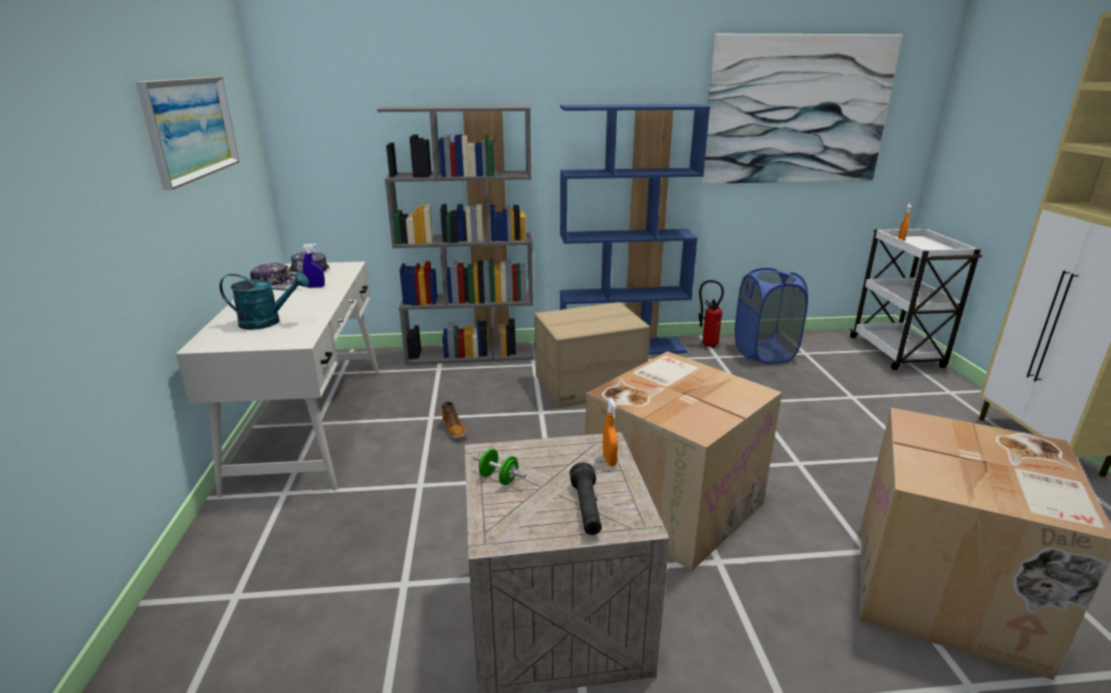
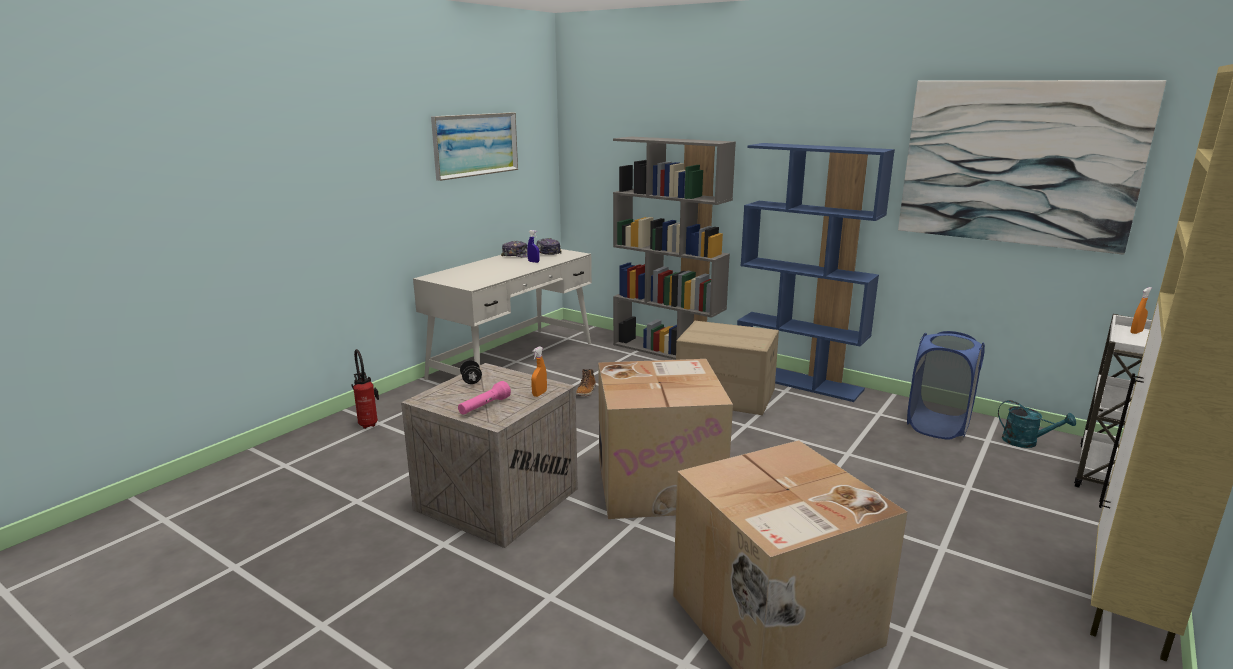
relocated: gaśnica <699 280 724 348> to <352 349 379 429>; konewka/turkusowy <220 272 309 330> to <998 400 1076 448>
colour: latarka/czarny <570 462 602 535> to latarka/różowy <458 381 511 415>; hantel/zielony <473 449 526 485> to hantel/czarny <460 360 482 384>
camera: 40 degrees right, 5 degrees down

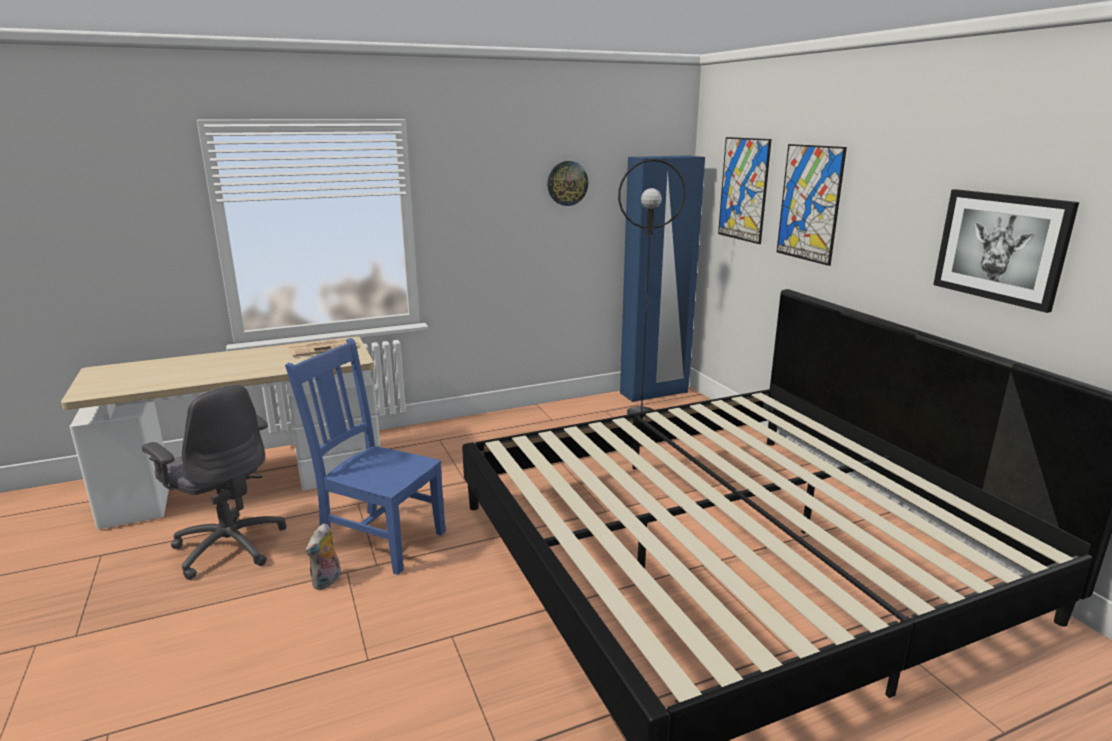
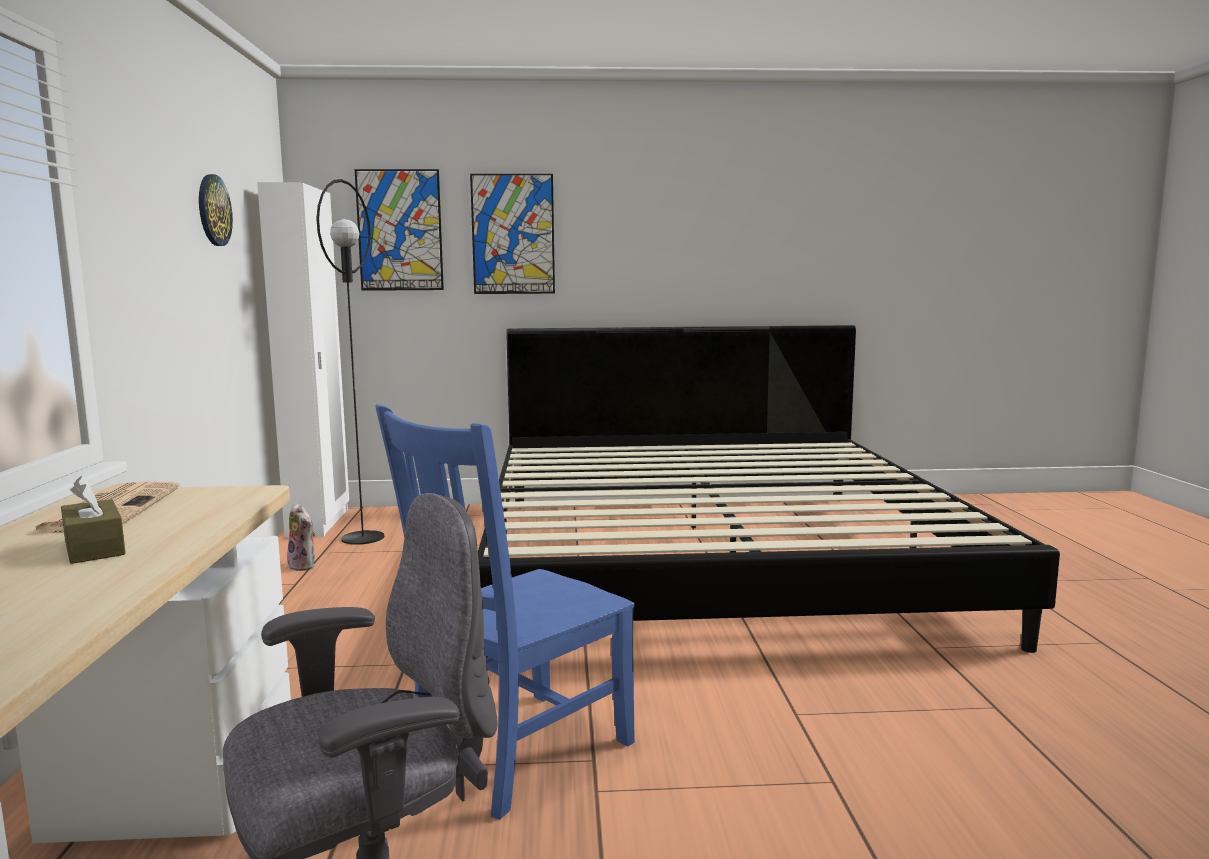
missing: obraz <933 189 1079 313>
appeared: pudełko chusteczek/brązowy <61 476 126 564>
relocated: pluszak <306 523 341 590> to <287 503 316 571>
colour: szafa/niebieski <620 155 705 402> to szafa/biały <257 182 349 538>
camera: 70 degrees left, 10 degrees down

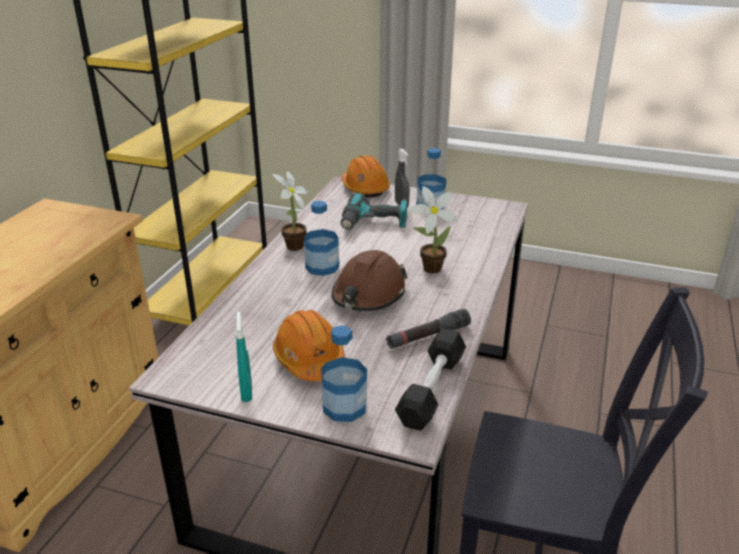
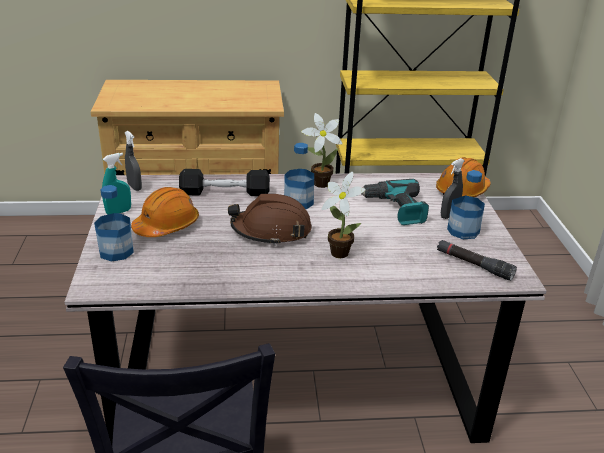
appeared: spryskiwacz/szary <125 131 142 191>
relocated: hantel/czarny <395 328 466 431> to <179 169 270 196>; latarka/czarny <386 309 471 349> to <437 240 517 281>
camera: 65 degrees right, 0 degrees up

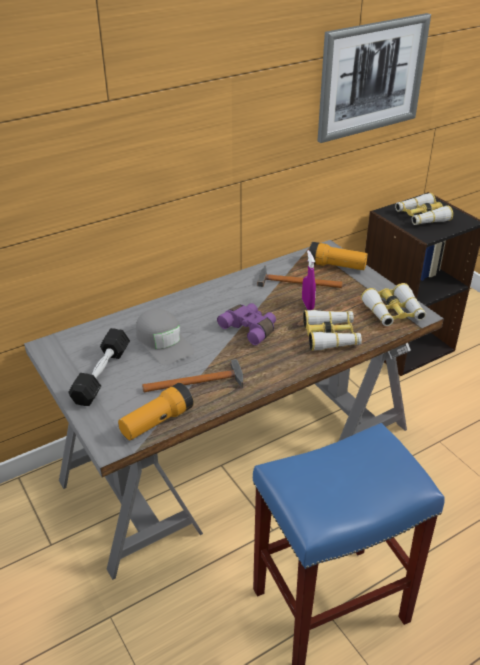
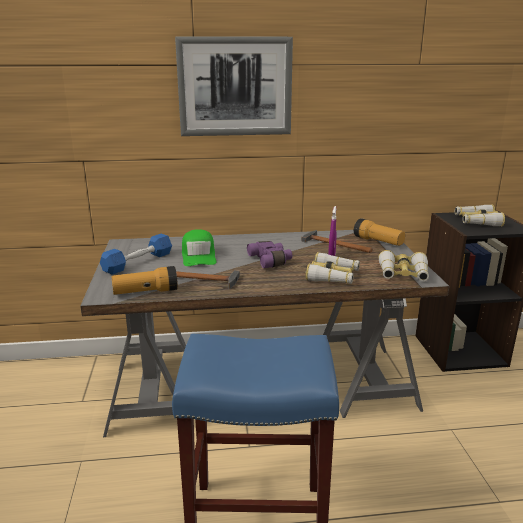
relocated: obraz <318 13 431 143> to <175 36 293 136>
colour: hantel/czarny <68 328 130 406> to hantel/niebieski <100 234 172 275>; czapka z daszkiem/szary <136 309 195 365> to czapka z daszkiem/zielony <182 229 216 266>
camera: 25 degrees right, 15 degrees down

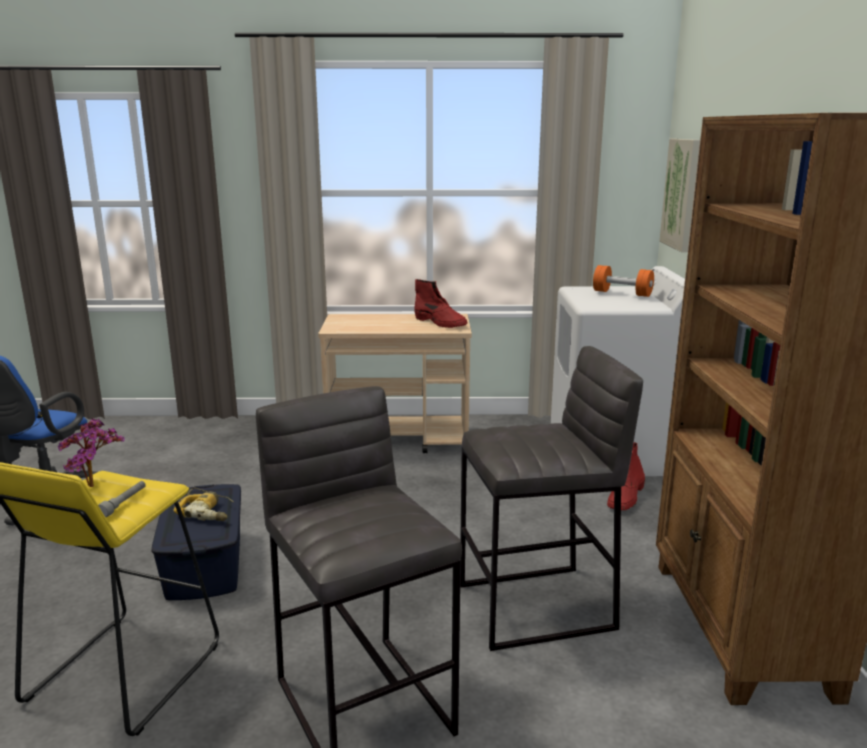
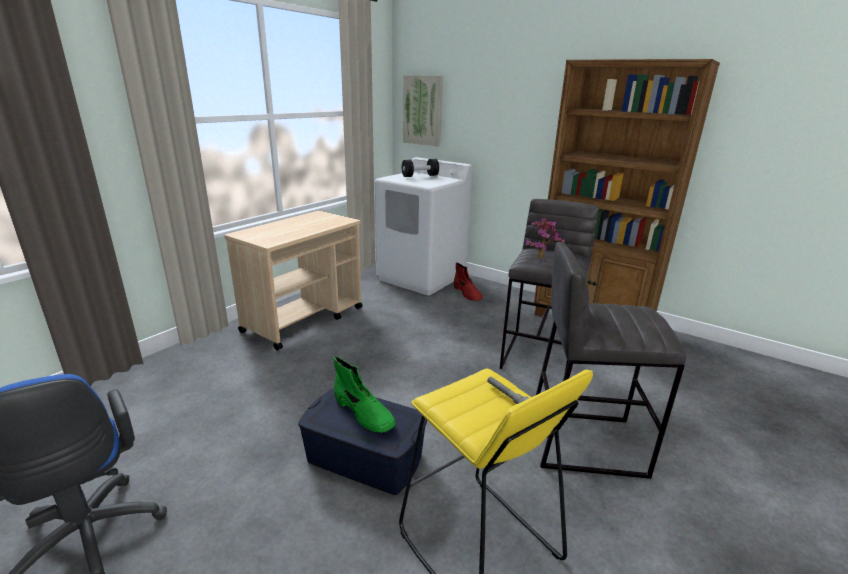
missing: but z cholewką/czerwony <414 279 468 328>
relocated: roślina doniczkowa <58 418 125 487> to <525 218 565 259>
exchanged: wiertarka <173 487 234 521> to but z cholewką/zielony <334 356 396 433>
colour: hantel/pomarańczowy <593 265 654 297> to hantel/czarny <402 159 439 177>
camera: 55 degrees left, 5 degrees up

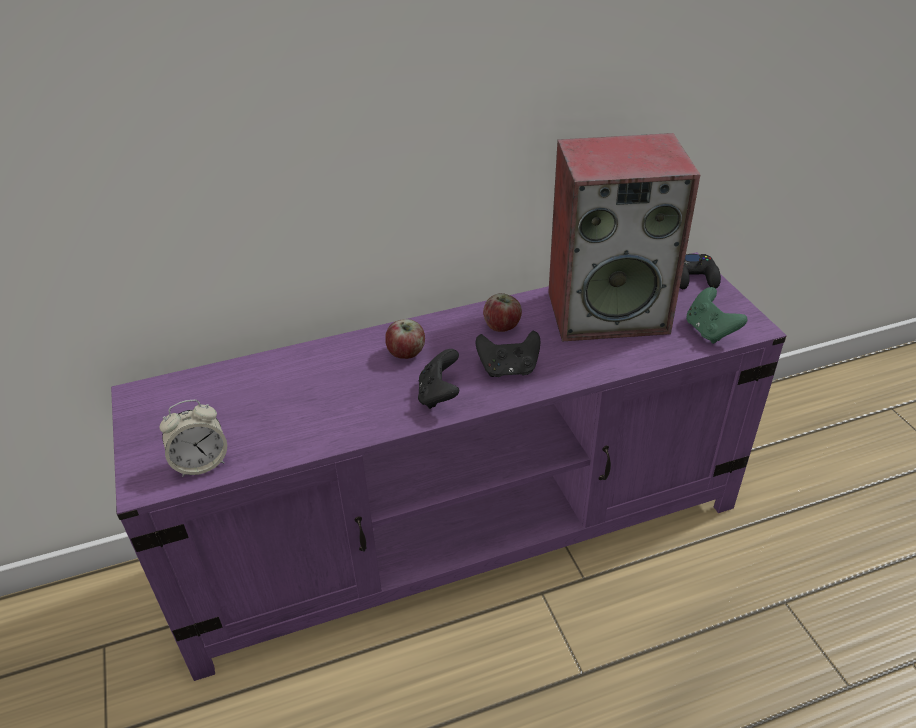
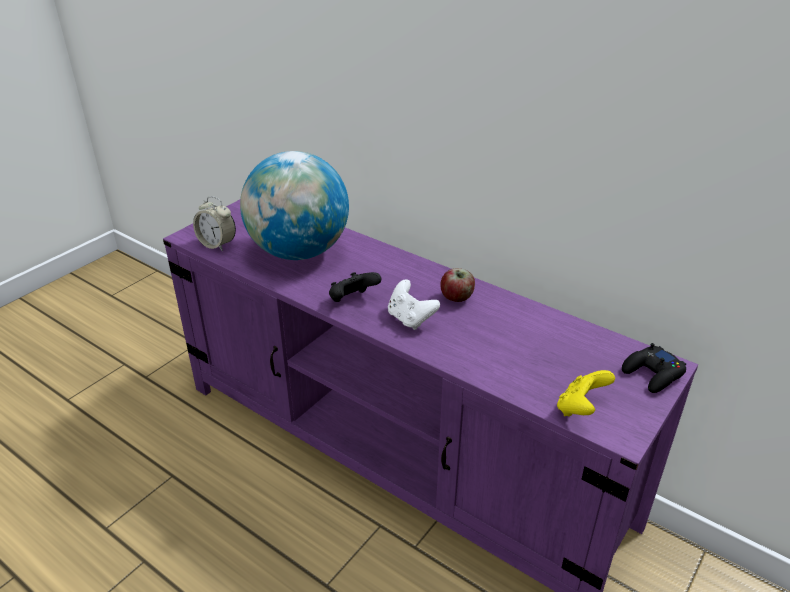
missing: jabłko <385 319 425 359>; głośnik <548 133 700 342>
appeared: globus <240 151 349 260>
colour: pad do gier/czarny <476 331 540 377> to pad do gier/biały <388 279 440 330>; pad do gier/zielony <686 287 748 344> to pad do gier/żółty <557 370 615 416>
camera: 55 degrees right, 5 degrees down

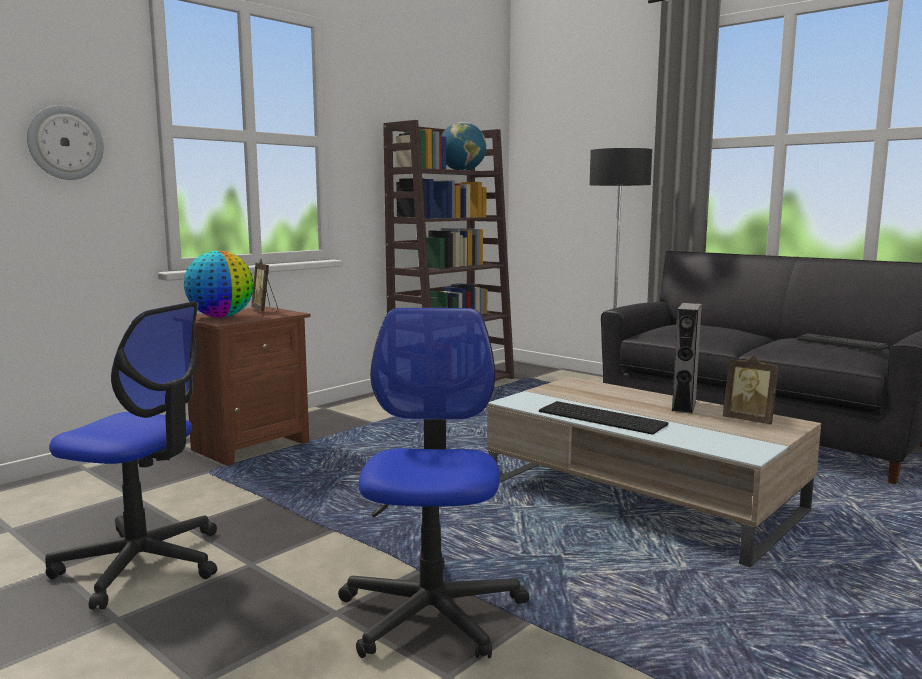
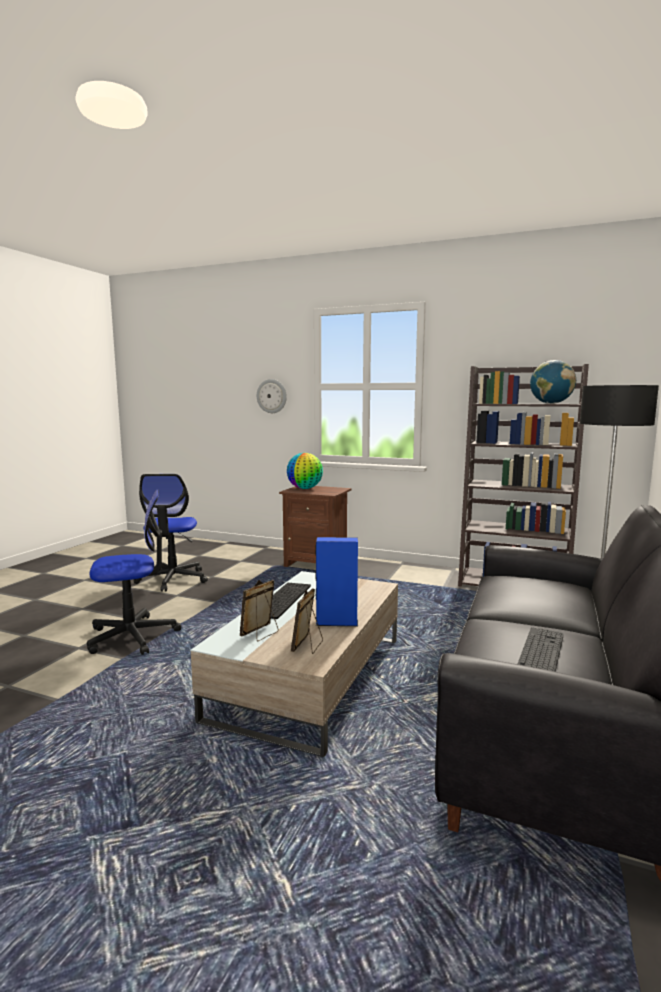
relocated: ramka na zdjęcie <251 259 279 312> to <240 580 279 641>
colour: głośnik/szary <672 303 702 413> to głośnik/niebieski <315 537 358 626>
camera: 70 degrees right, 0 degrees up

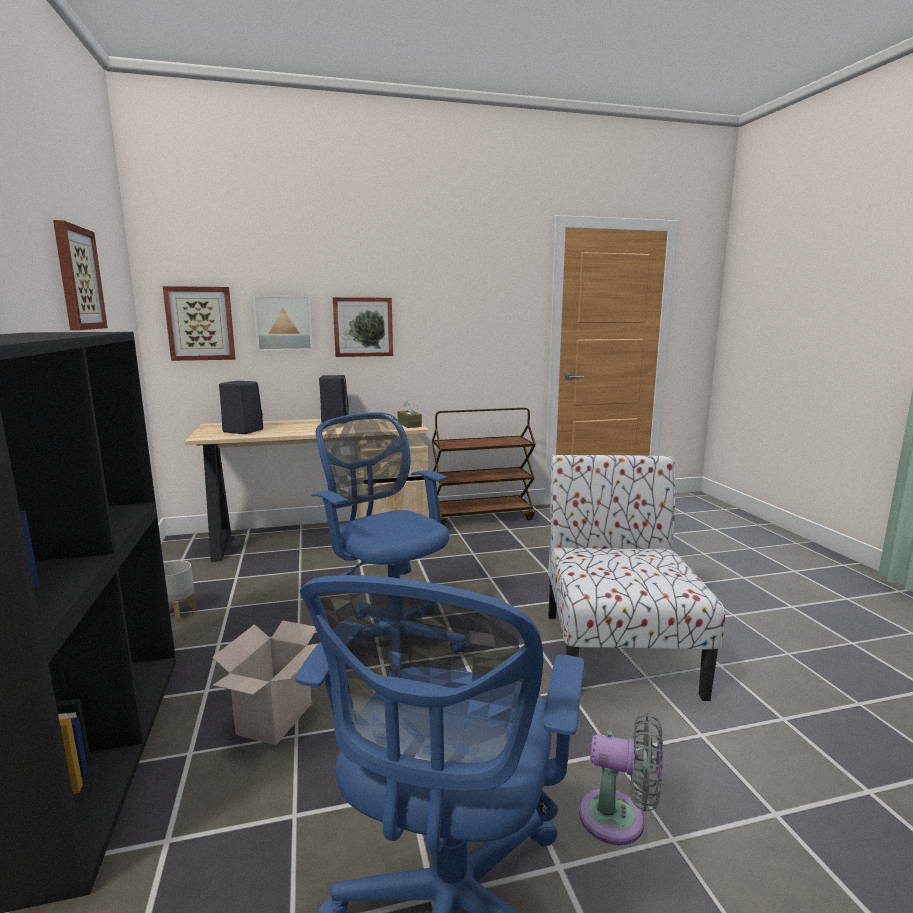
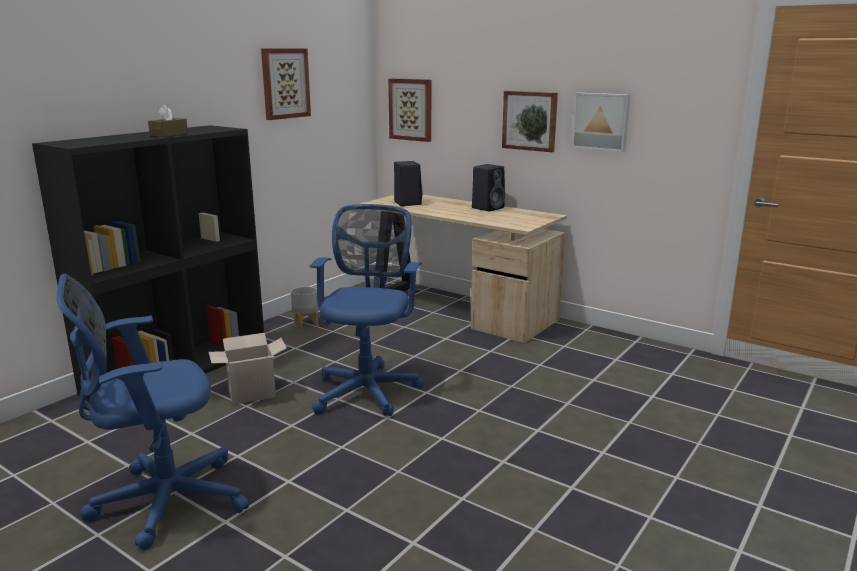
missing: wózek/brązowy <432 408 536 525>; krzesło <548 455 725 701>; wentylator/szary <579 712 663 845>
relocated: pudełko chusteczek/brązowy <397 401 422 428> to <148 105 188 137>; obraz <253 295 313 351> to <572 93 630 152>
camera: 50 degrees right, 5 degrees up

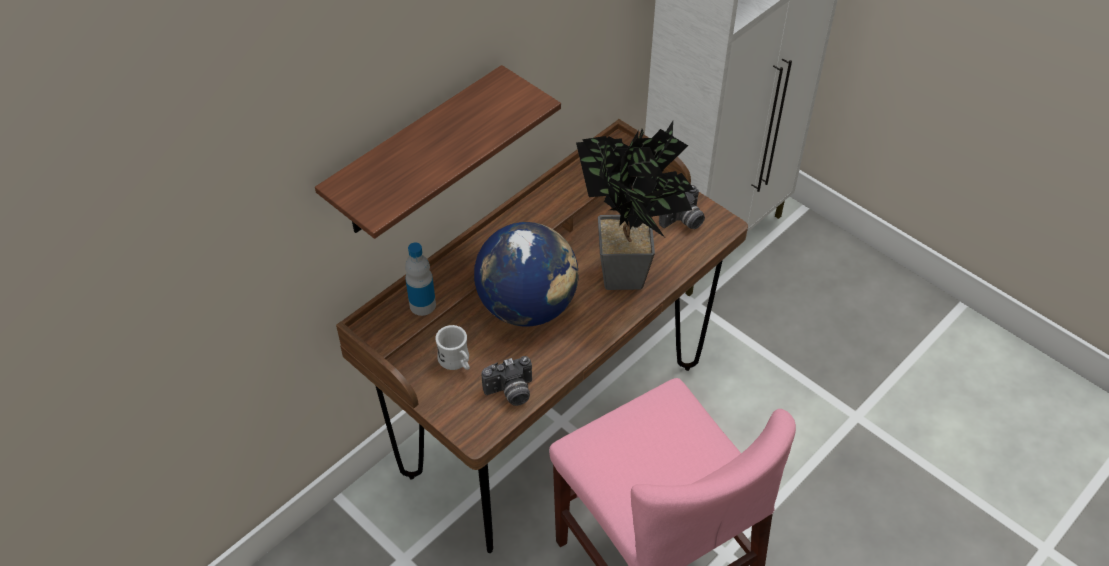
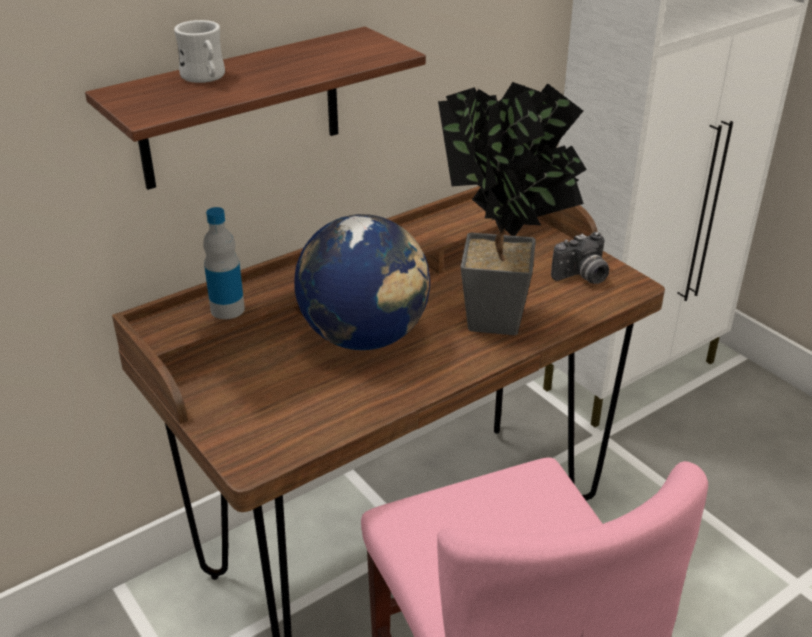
missing: aparat fotograficzny <481 356 532 406>
relocated: kubek/biały <435 325 470 370> to <174 20 225 83>
camera: 10 degrees right, 15 degrees down

